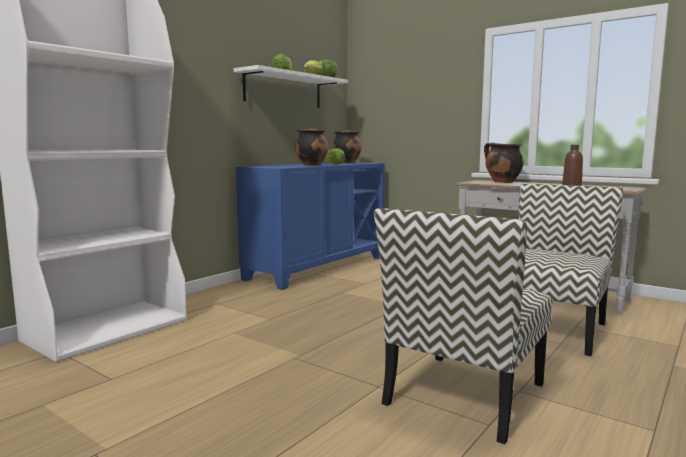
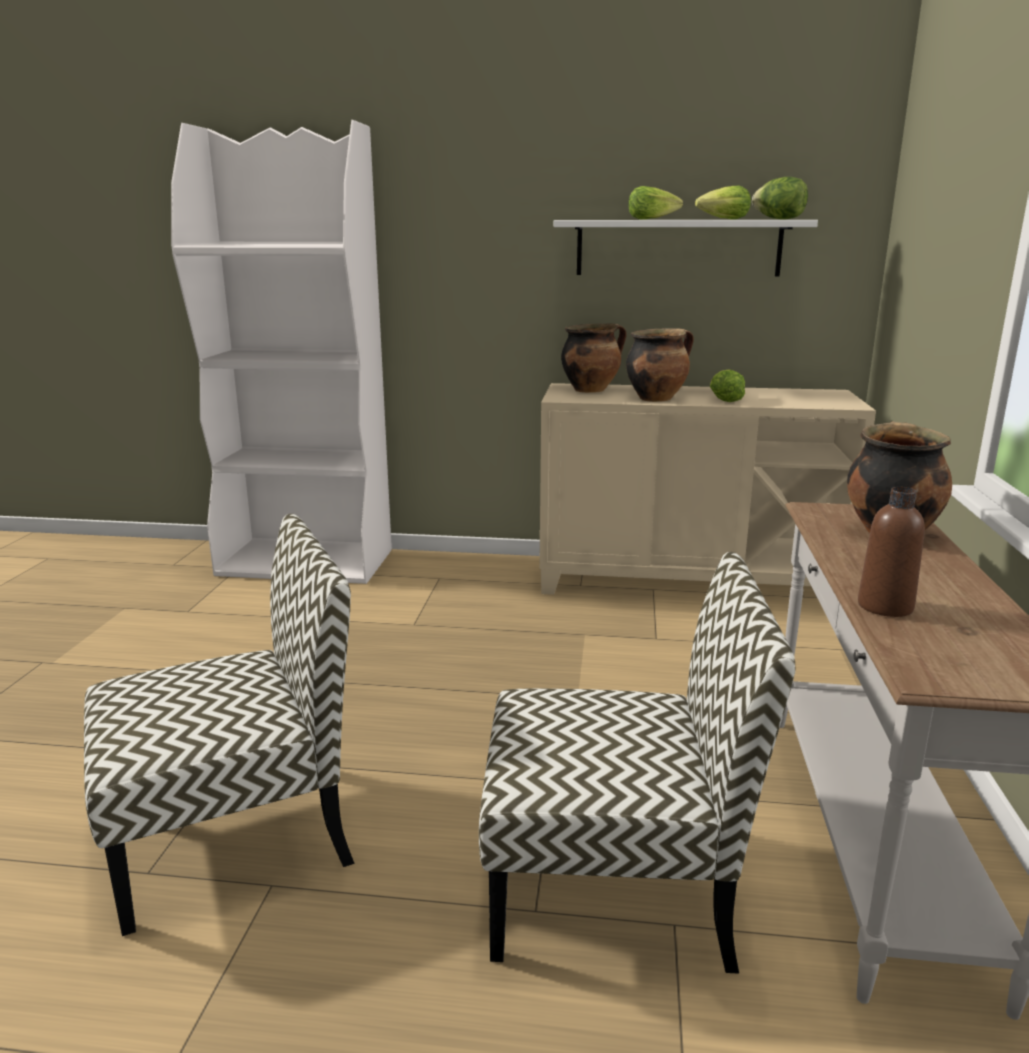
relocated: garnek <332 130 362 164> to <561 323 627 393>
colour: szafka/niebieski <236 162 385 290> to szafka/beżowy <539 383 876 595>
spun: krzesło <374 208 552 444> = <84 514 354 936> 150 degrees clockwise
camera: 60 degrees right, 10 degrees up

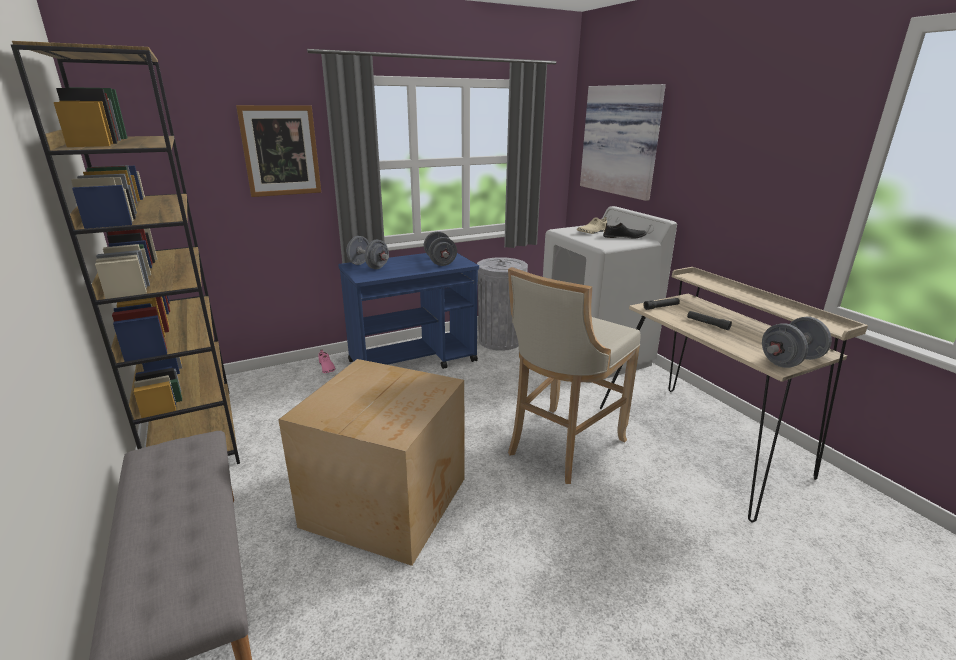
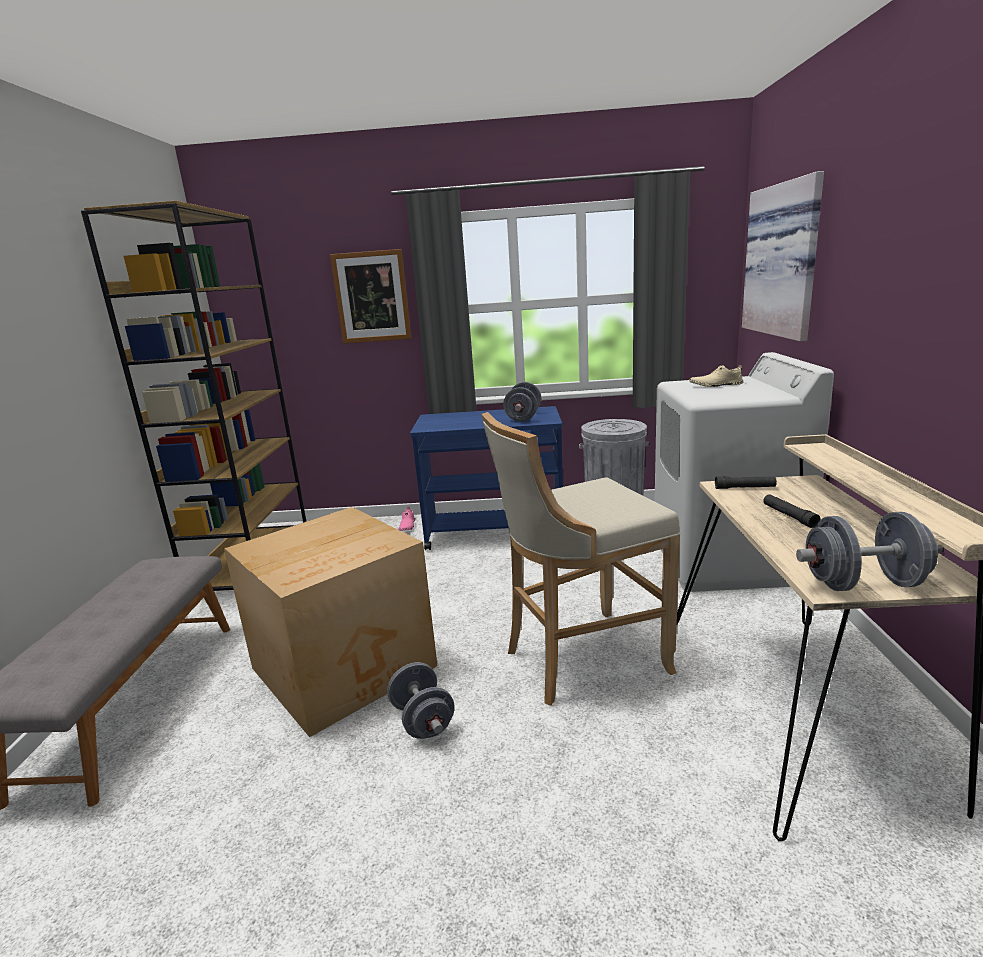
missing: but/czarny <603 223 647 238>
relocated: hantel/szary <346 236 389 269> to <387 662 455 739>
camera: 30 degrees right, 5 degrees down

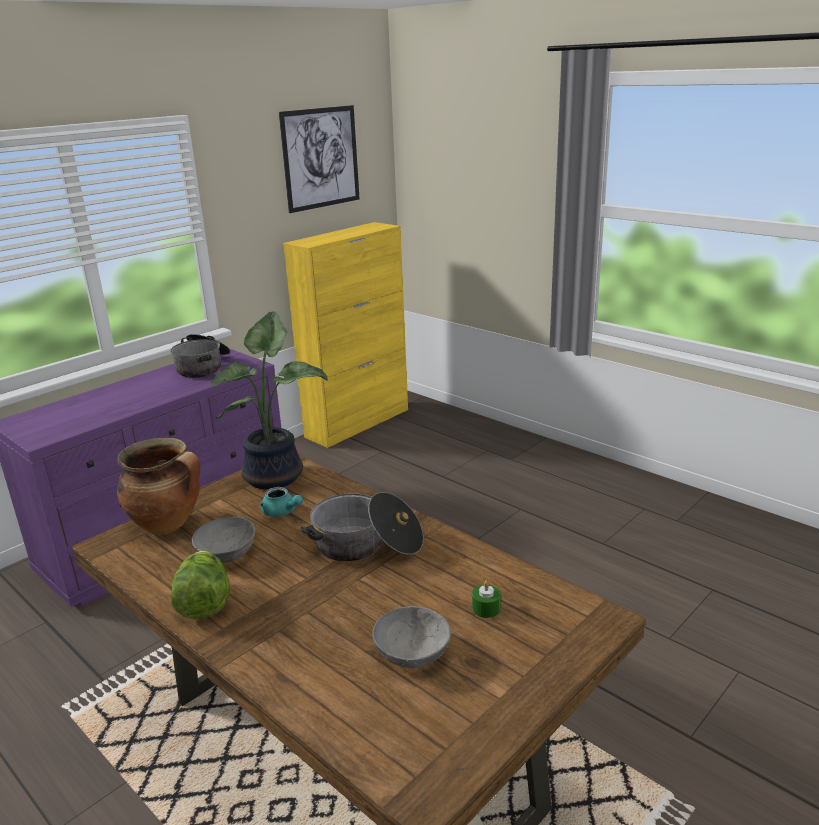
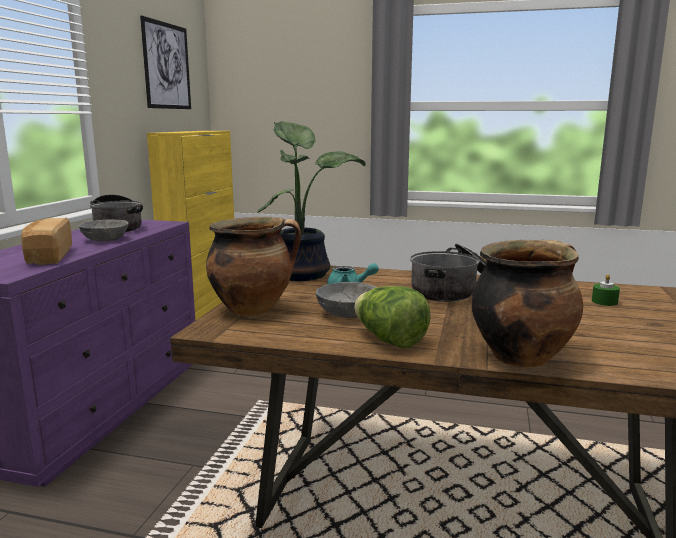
appeared: chleb <21 217 72 265>; garnek <471 240 583 367>
relocated: miska/szary <372 606 451 668> to <79 220 128 241>
camera: 30 degrees left, 10 degrees down

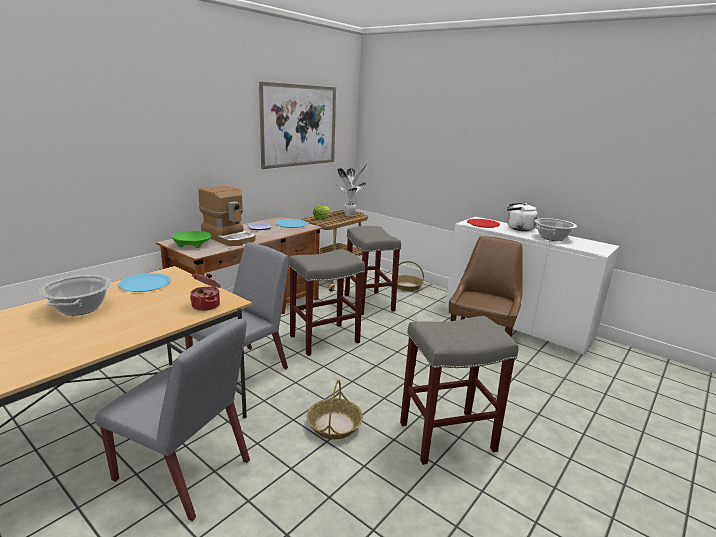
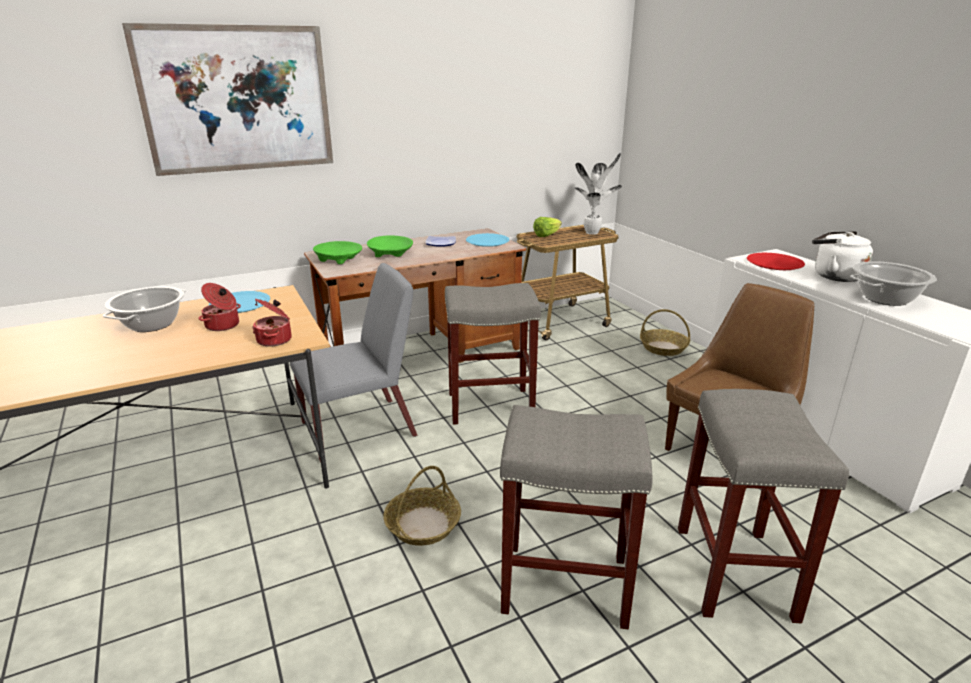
missing: krzesło/szary <95 319 250 521>
appeared: garnek <198 283 241 331>
relocated: obraz <259 82 336 169> to <122 23 333 176>; stołek/szary <345 226 401 315> to <678 389 849 623>
exchanged: ekspres do kawy <198 186 256 246> to miska/zielony <367 235 413 257>
camera: 25 degrees right, 5 degrees up

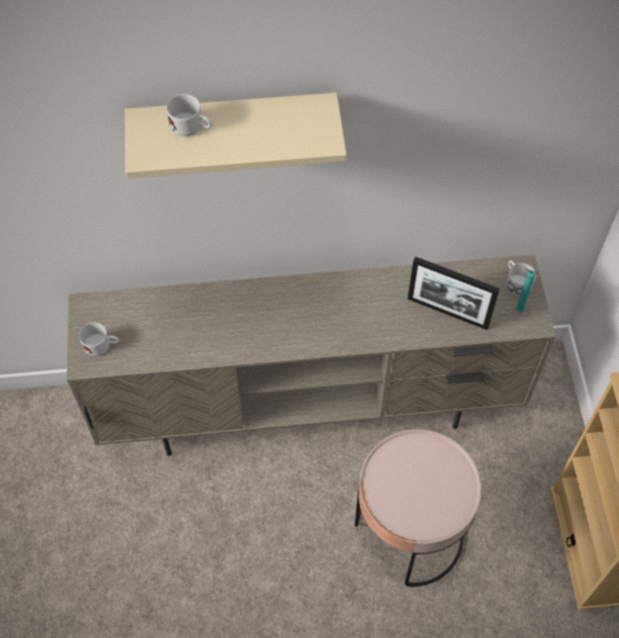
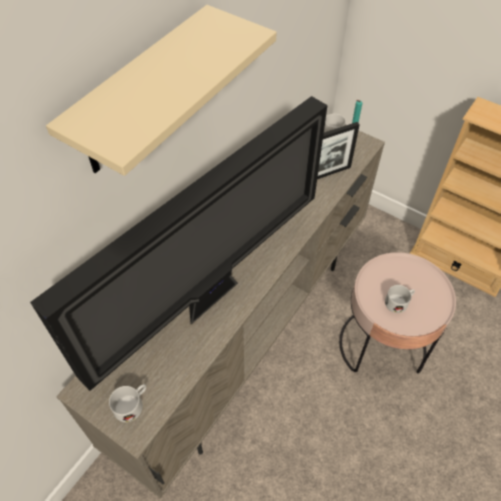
appeared: telewizor <30 96 328 391>
relocated: kubek/biały <166 94 212 136> to <385 285 415 313>
camera: 50 degrees left, 5 degrees down

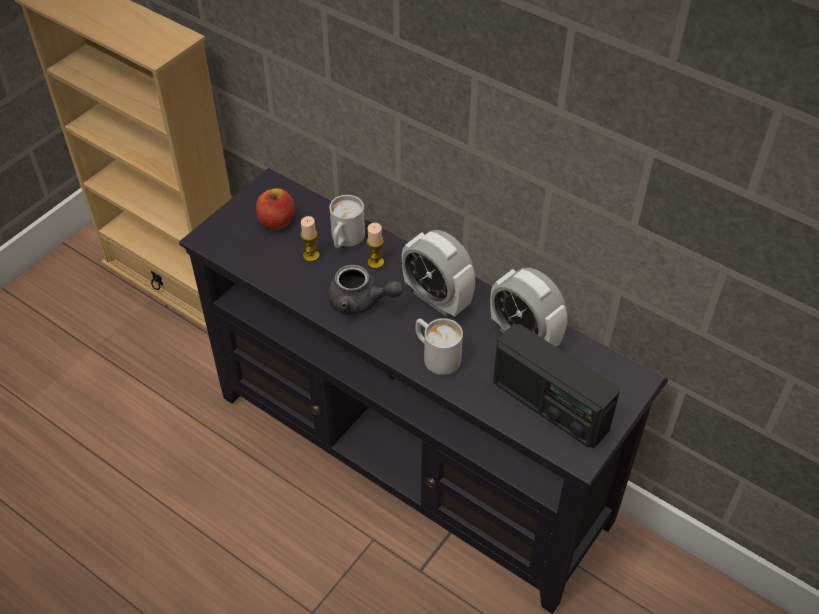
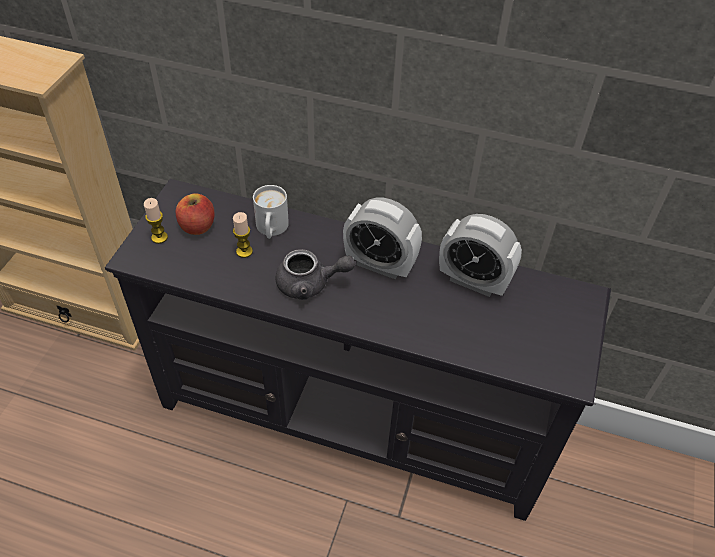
missing: kubek/biały <415 318 463 375>; radio <493 324 620 448>
relocated: świeca <366 223 384 269> to <144 198 168 244>
camera: 20 degrees left, 0 degrees up

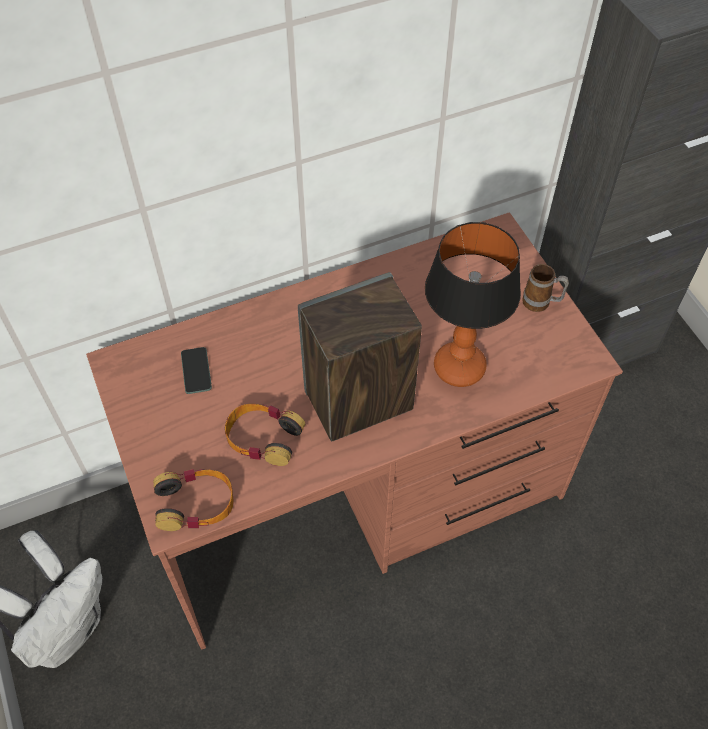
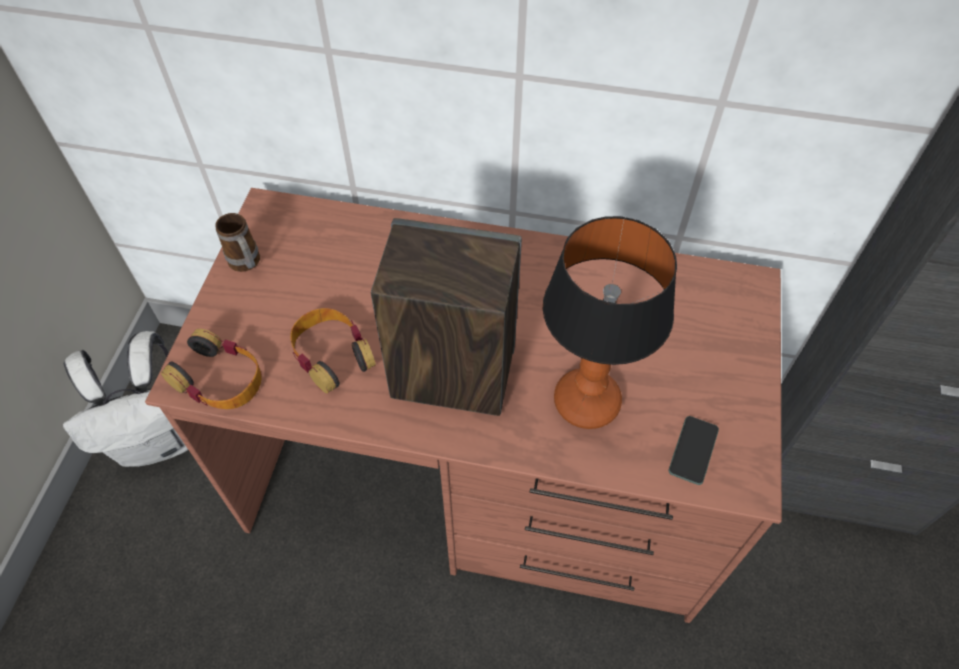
relocated: kubek <522 264 569 312> to <215 213 260 272>; telefon <181 347 212 394> to <669 416 719 485>
camera: 35 degrees right, 0 degrees up

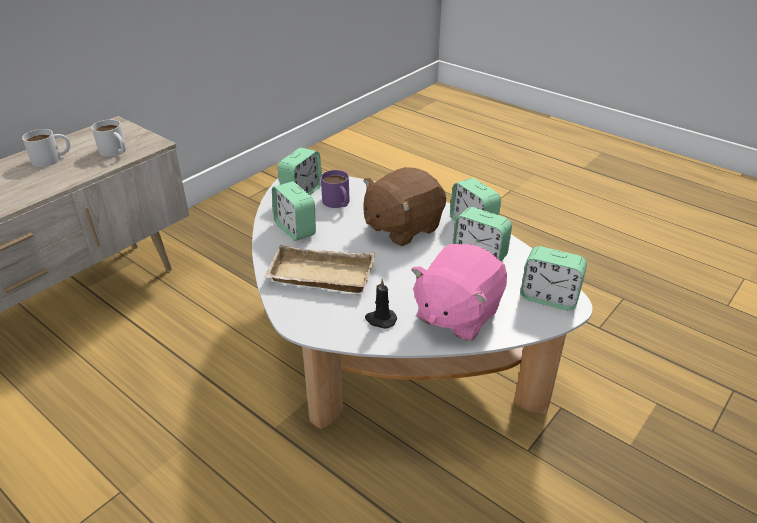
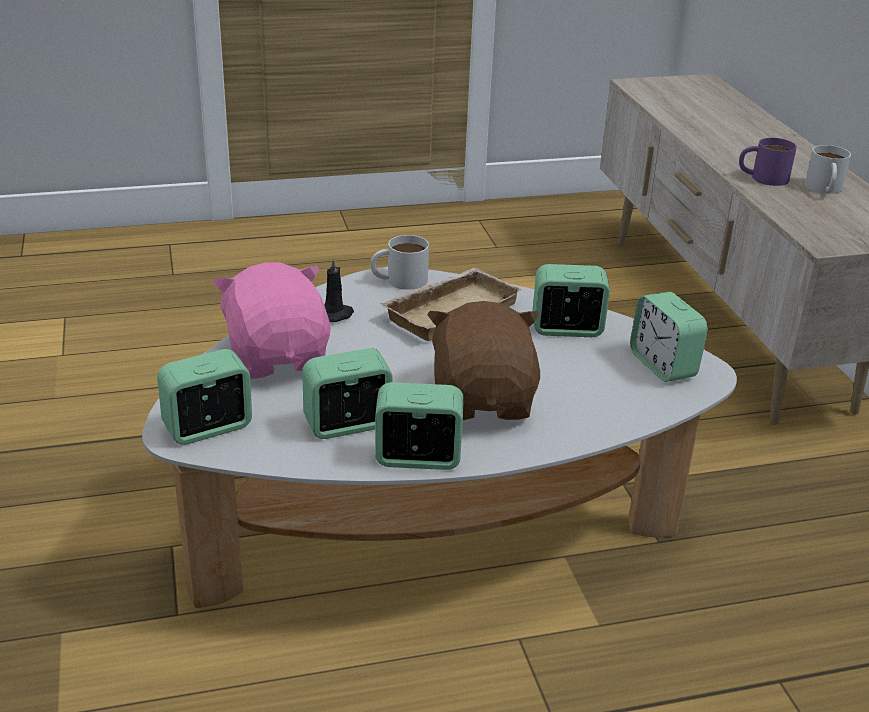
relocated: kubek/biały <92 120 127 157> to <371 235 429 290>; kubek/fioletowy <321 170 350 208> to <739 138 797 186>
camera: 125 degrees right, 5 degrees down

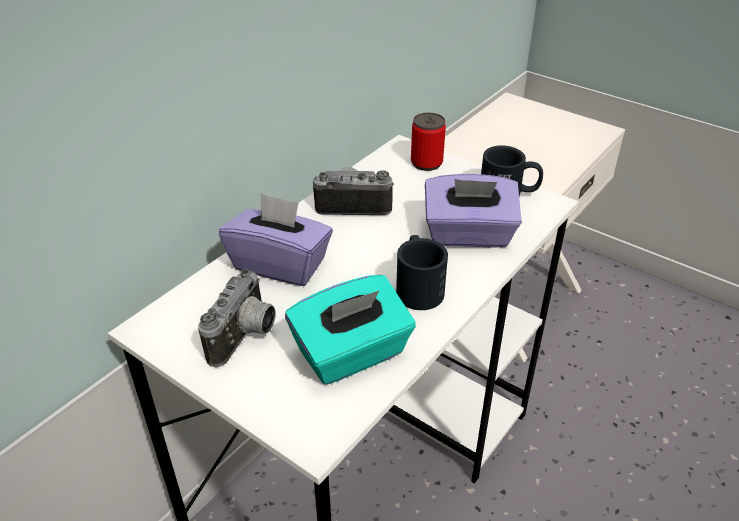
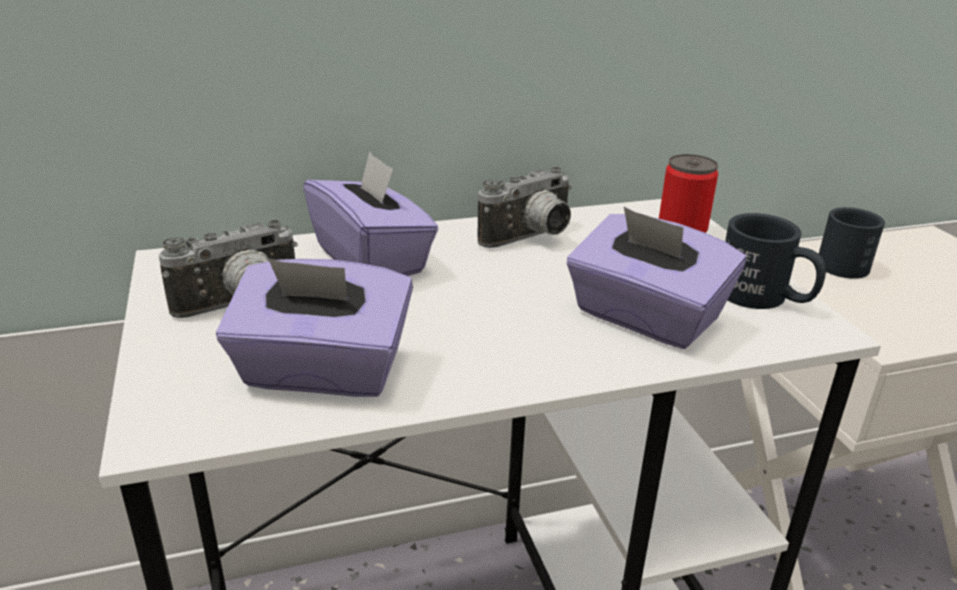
relocated: kubek/czarny <396 235 448 310> to <819 207 885 279>
colour: pudełko chusteczek/turkusowy <285 275 416 385> to pudełko chusteczek/fioletowy <216 258 413 397>
spun: aparat fotograficzny <313 167 394 215> = <478 166 572 248> 105 degrees clockwise
camera: 35 degrees right, 10 degrees down

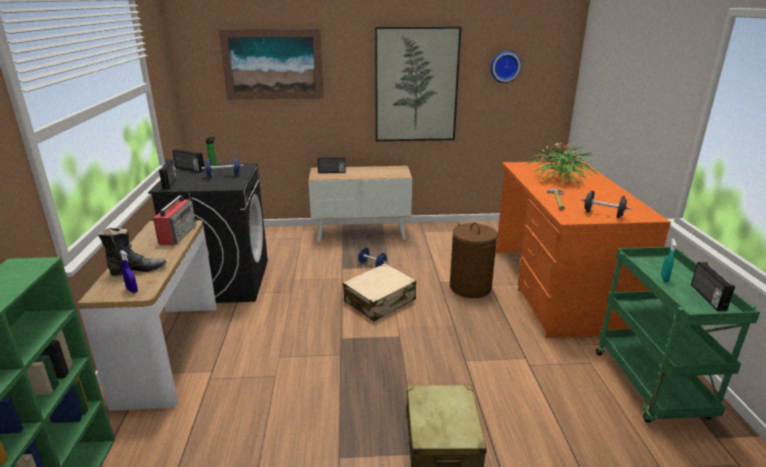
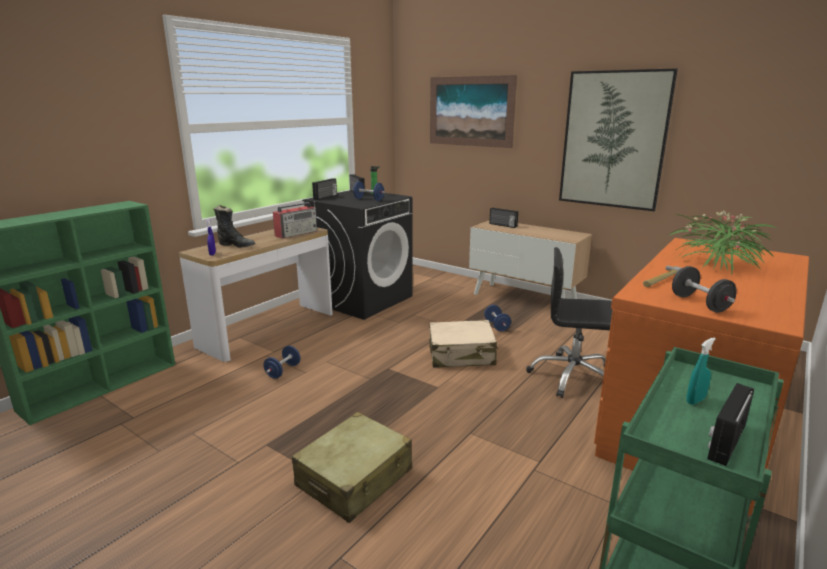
missing: zegar ścienny <491 51 521 83>
appeared: hantel/niebieski <263 346 301 379>
exchanged: kosz na pranie/brązowy <450 222 498 298> to krzesło biurowe/czarny <526 247 613 398>
camera: 40 degrees right, 5 degrees down

